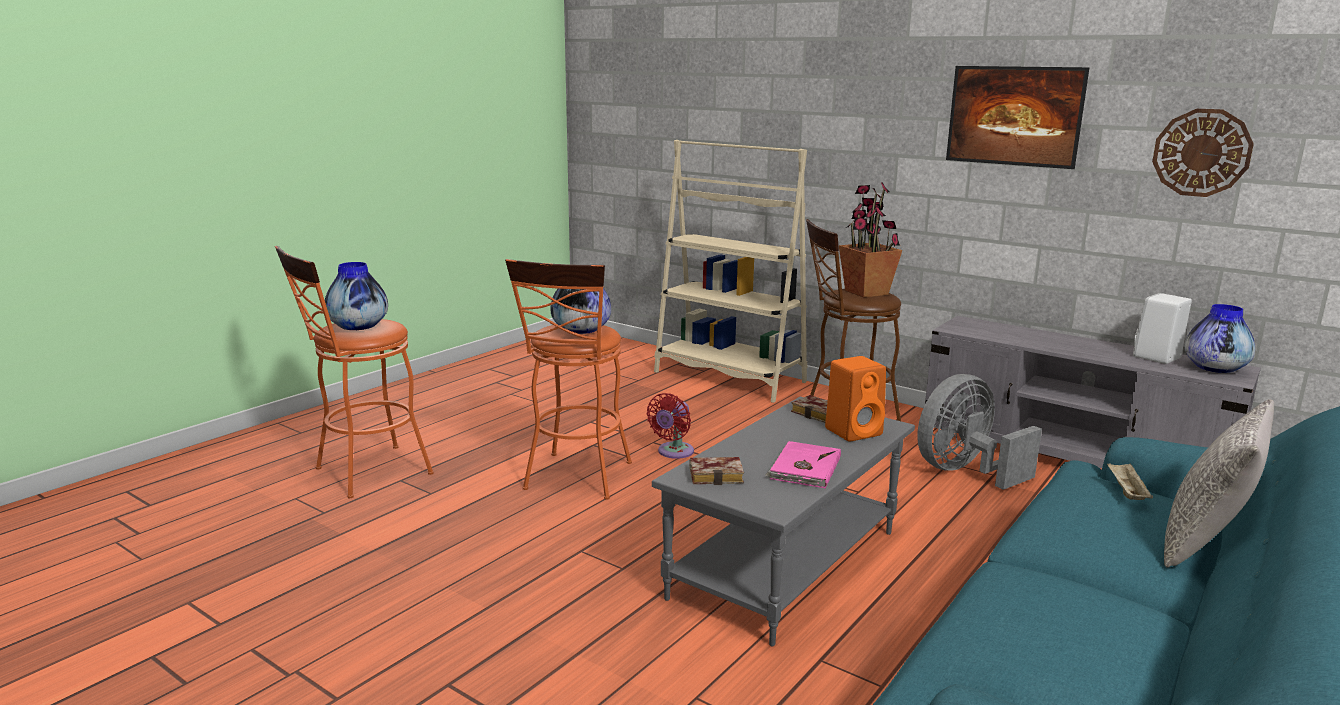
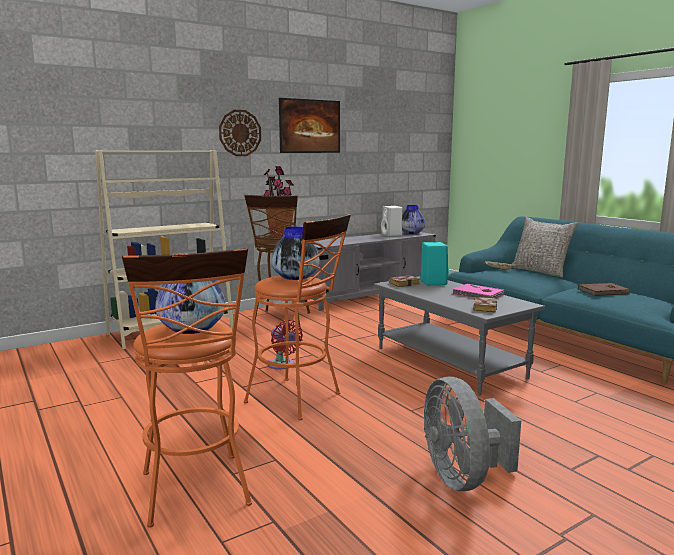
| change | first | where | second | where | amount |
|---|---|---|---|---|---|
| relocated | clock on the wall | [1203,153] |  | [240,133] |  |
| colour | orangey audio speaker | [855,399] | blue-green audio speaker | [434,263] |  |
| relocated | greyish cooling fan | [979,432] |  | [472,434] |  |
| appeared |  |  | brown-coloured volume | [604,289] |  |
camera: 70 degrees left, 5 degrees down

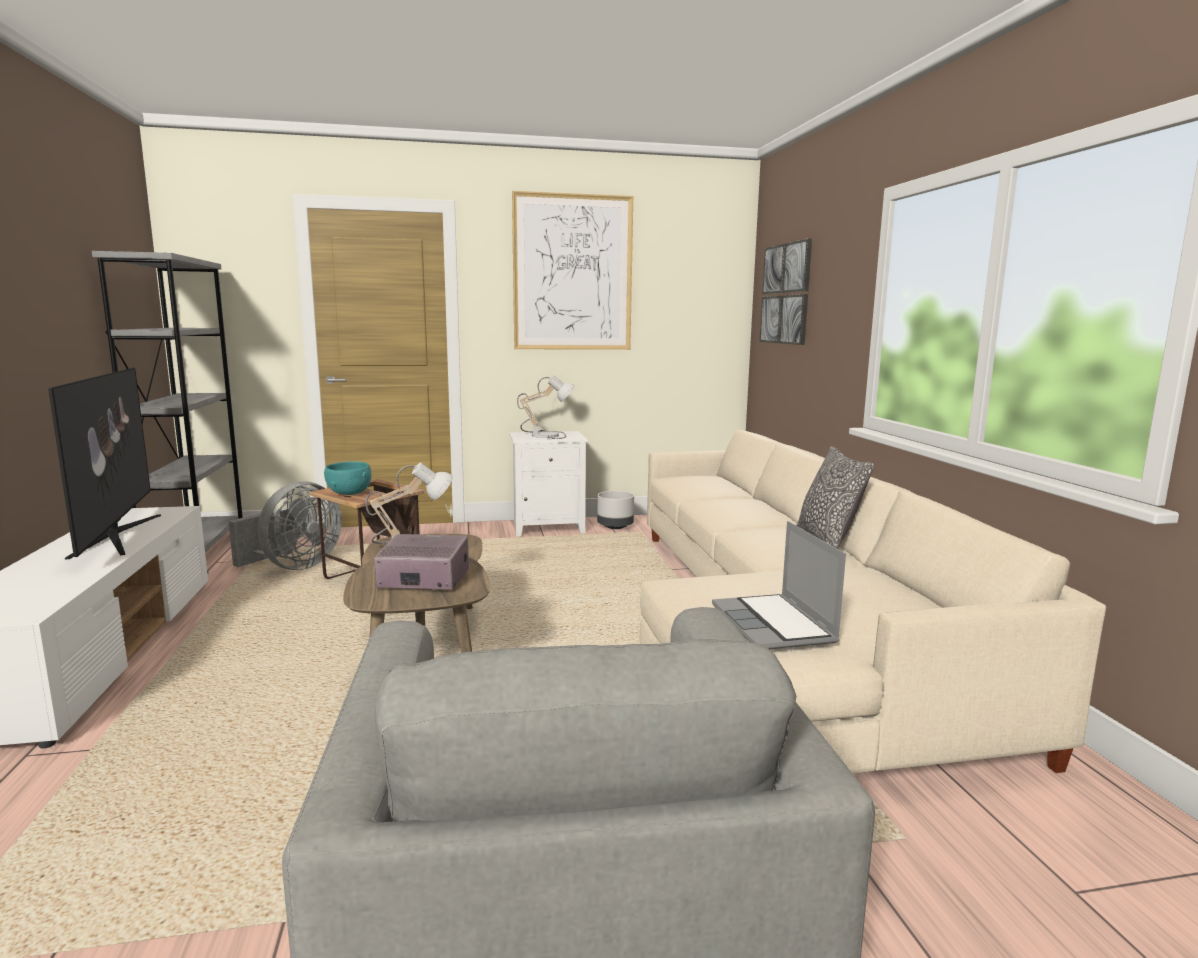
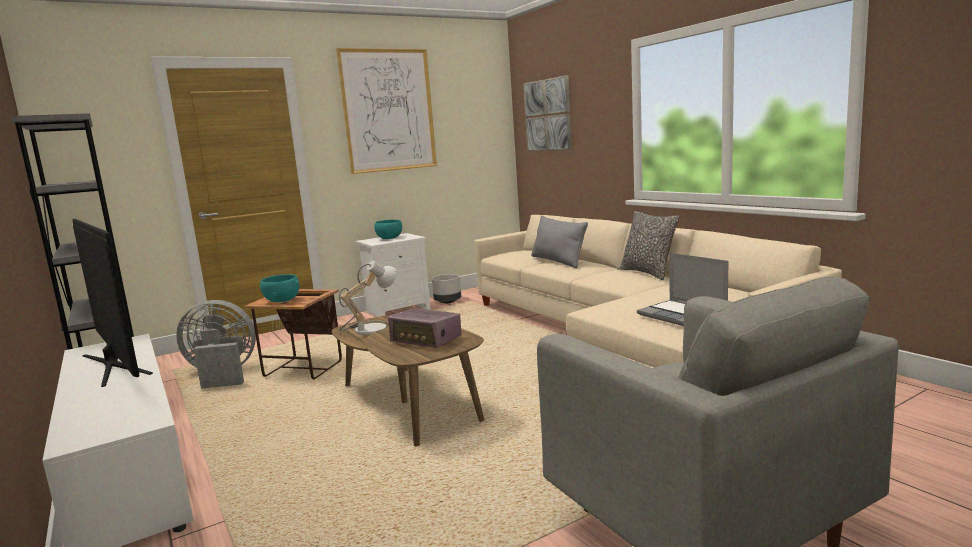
| change | first | where | second | where | amount |
|---|---|---|---|---|---|
| exchanged | lamp for a table | [546,407] | blue-green deep dish | [388,229] |  |
| spun | greyish cooling fan | [285,525] |  | [216,344] | 105 degrees counterclockwise |
| spun | radio set | [421,562] |  | [425,328] | 135 degrees counterclockwise |
| appeared |  |  | greyish pillow | [559,241] |  |
camera: 20 degrees left, 0 degrees up

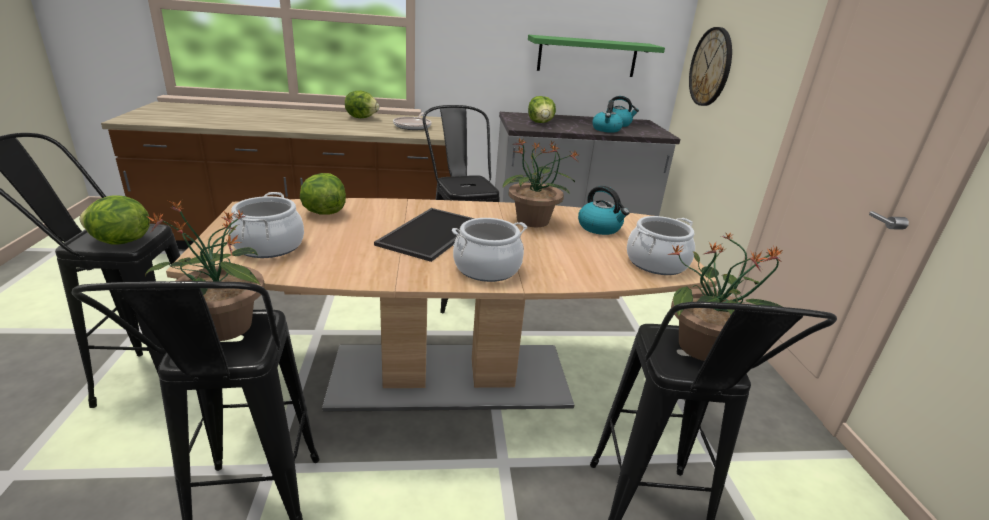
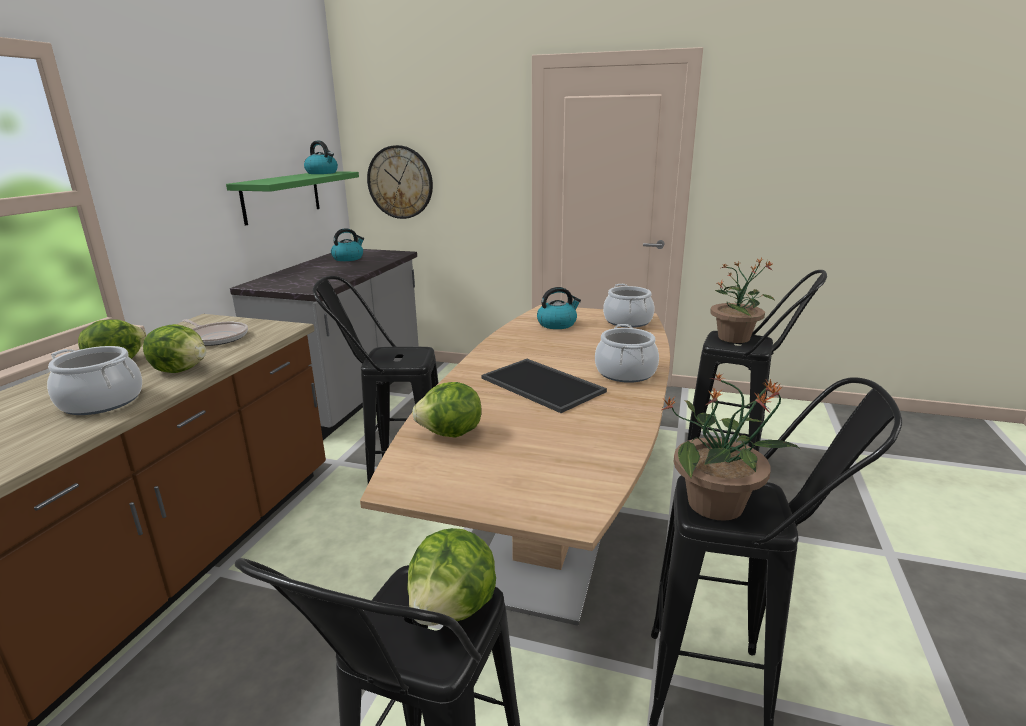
| change | first | where | second | where | amount |
|---|---|---|---|---|---|
| relocated | lettuce | [542,109] |  | [174,348] |  |
| relocated | tea kettle | [607,116] |  | [321,157] |  |
| missing | houseplant | [541,182] |  |  |  |
| relocated | stockpot | [266,225] |  | [94,380] |  |
camera: 65 degrees left, 5 degrees down

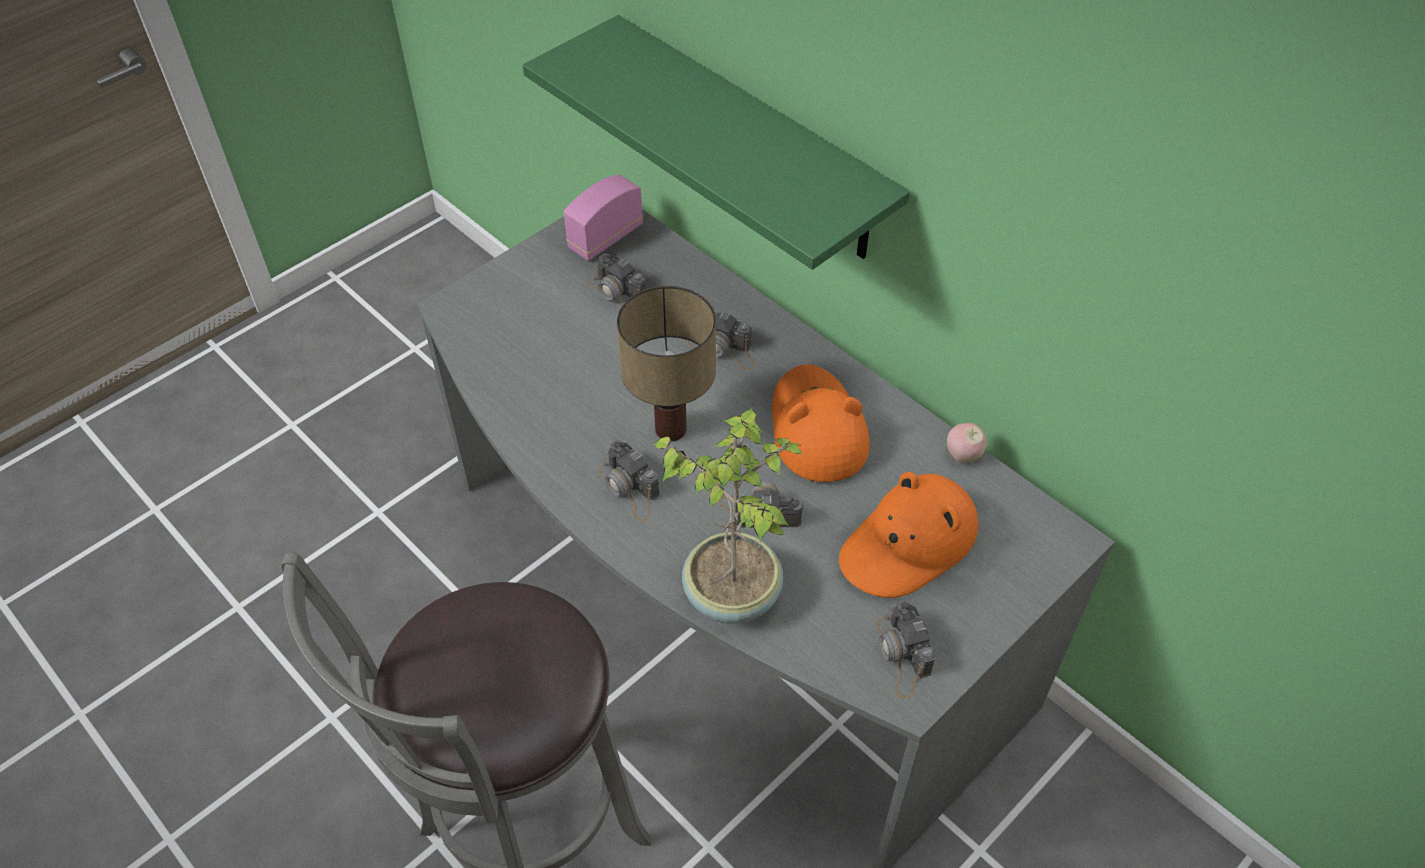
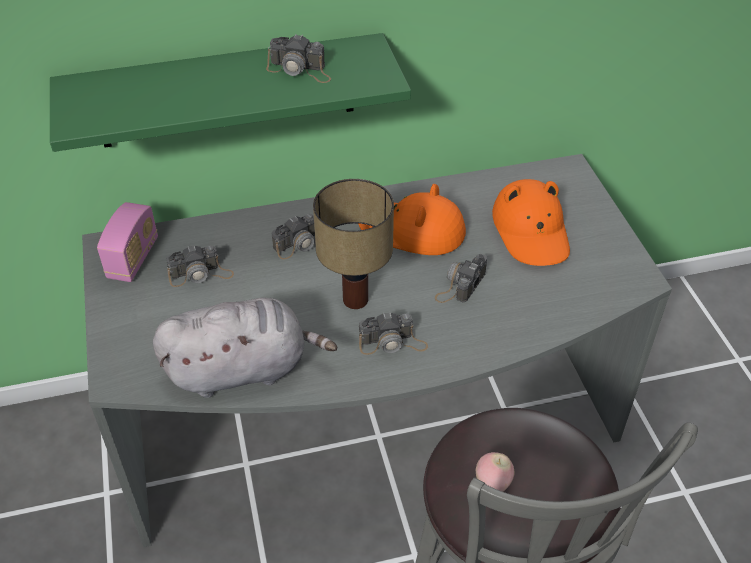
| change | first | where | second | where | amount |
|---|---|---|---|---|---|
| spun | radio set | [603,217] |  | [127,242] | 150 degrees counterclockwise |
| missing | houseplant | [729,516] |  |  |  |
| relocated | whole apple | [967,442] |  | [495,472] |  |
| relocated | photo camera | [905,649] |  | [298,59] |  |
| appeared |  |  | greyish plush toy | [245,348] |  |
camera: 60 degrees left, 5 degrees down

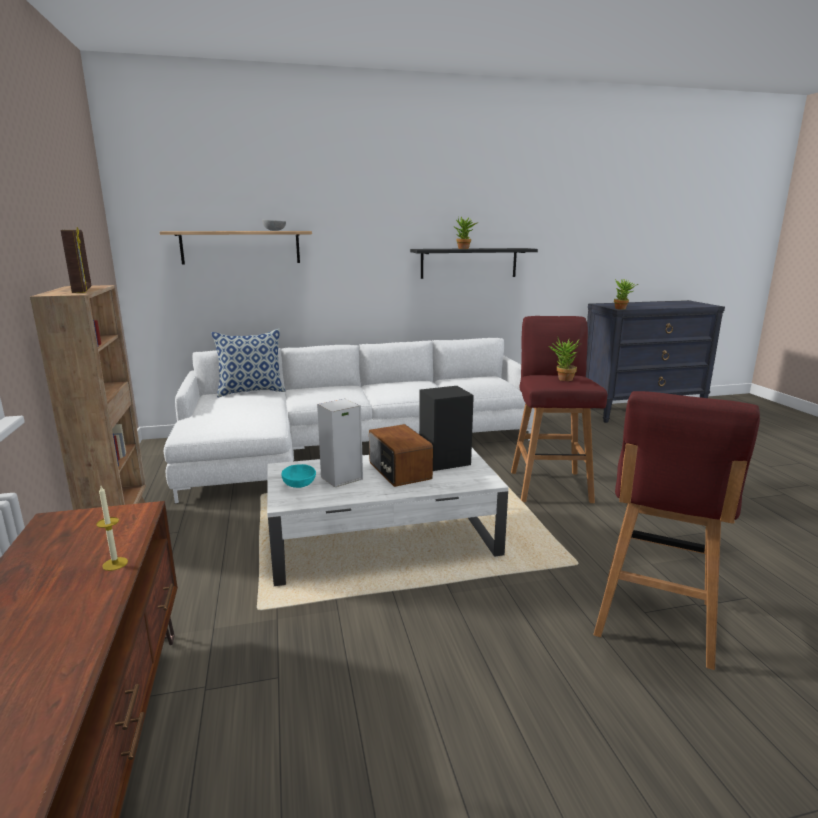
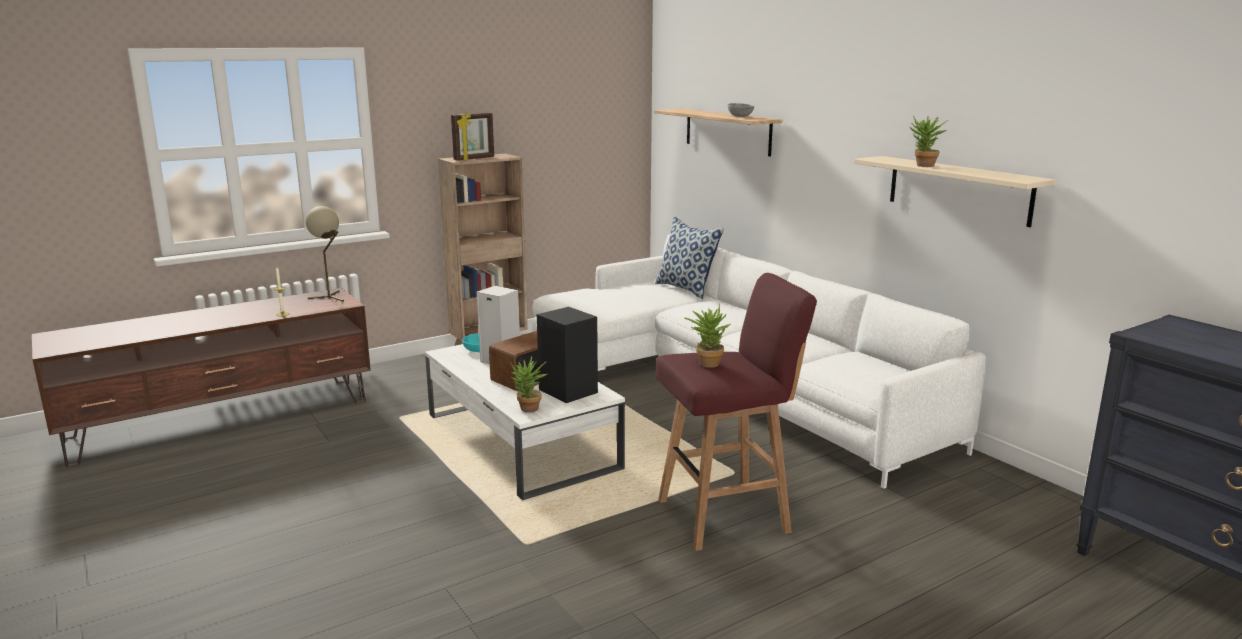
| change | first | where | second | where | amount |
|---|---|---|---|---|---|
| colour | black wall shelf | [474,263] | beige wall shelf | [955,191] |  |
| relocated | houseplant | [626,294] |  | [528,385] |  |
| missing | red-coloured sitting stool | [677,530] |  |  |  |
| appeared |  |  | beige lamp for a table | [324,254] |  |
camera: 70 degrees right, 0 degrees up

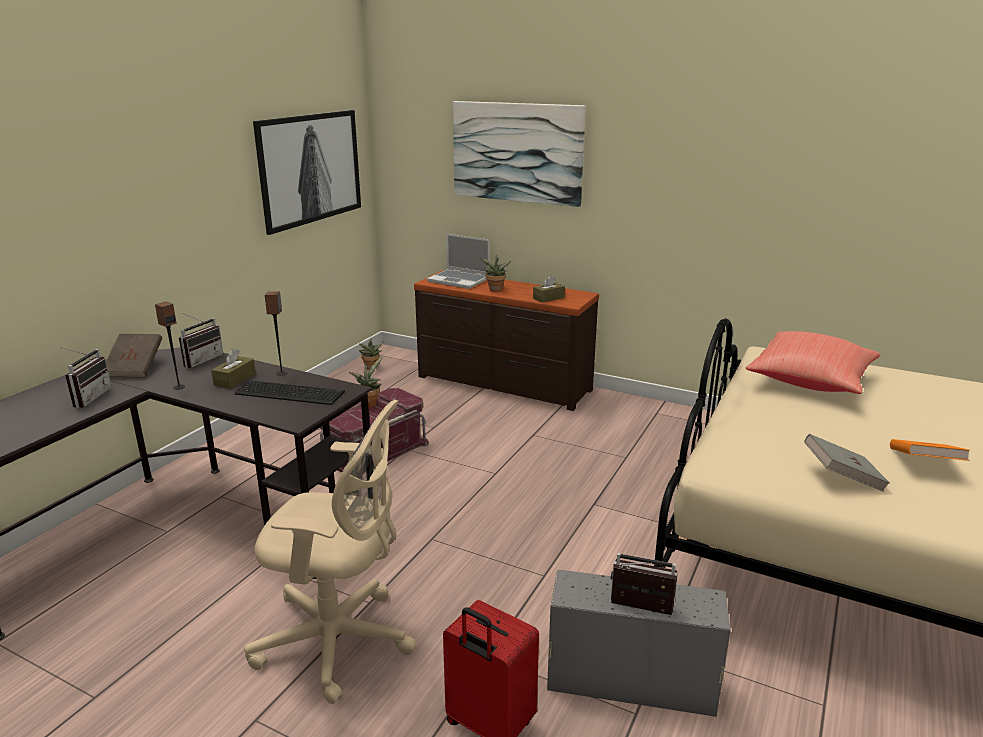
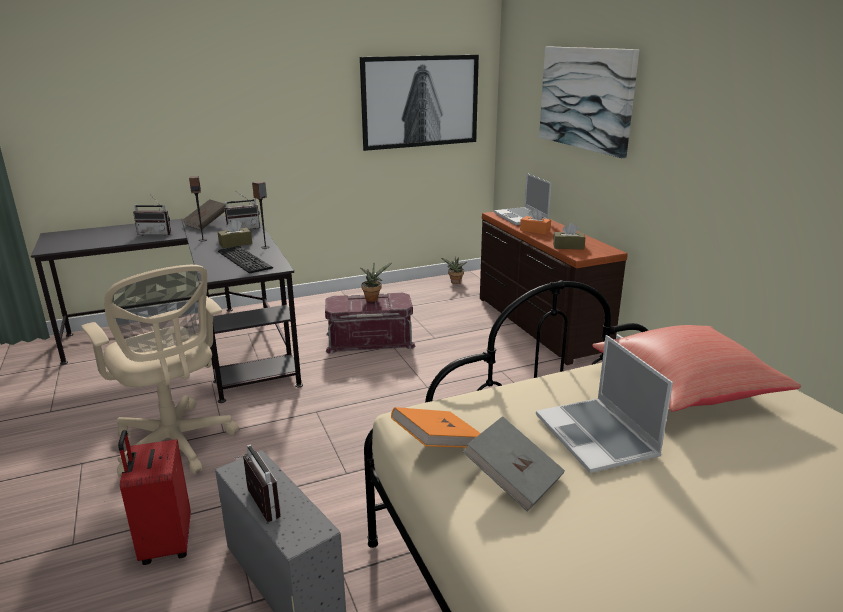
| change | first | where | second | where | amount |
|---|---|---|---|---|---|
| exchanged | houseplant | [495,273] | orangey tissue box | [535,221] |  |
| spun | radio set | [86,377] |  | [152,215] | 45 degrees clockwise |
| relocated | orangey volume | [930,450] |  | [436,427] |  |
| appeared |  |  | laptop | [604,404] |  |
camera: 40 degrees right, 0 degrees up

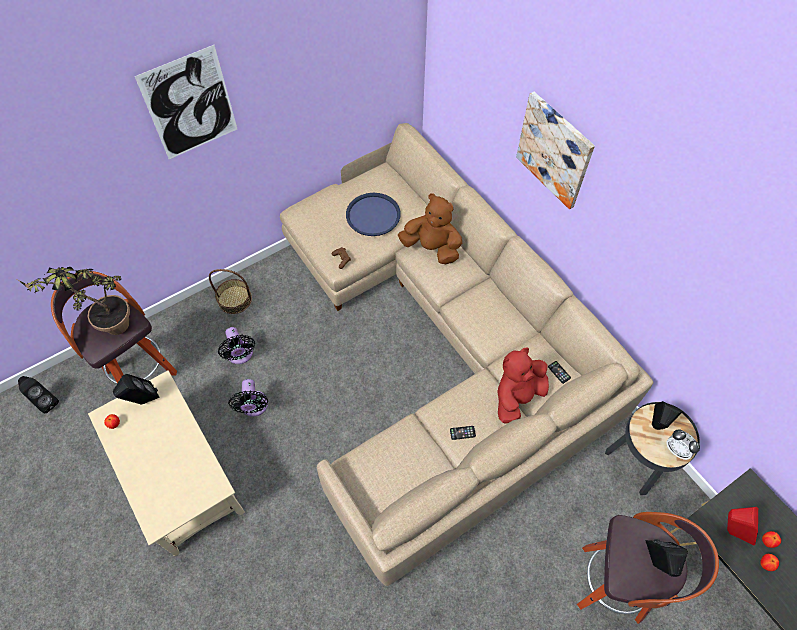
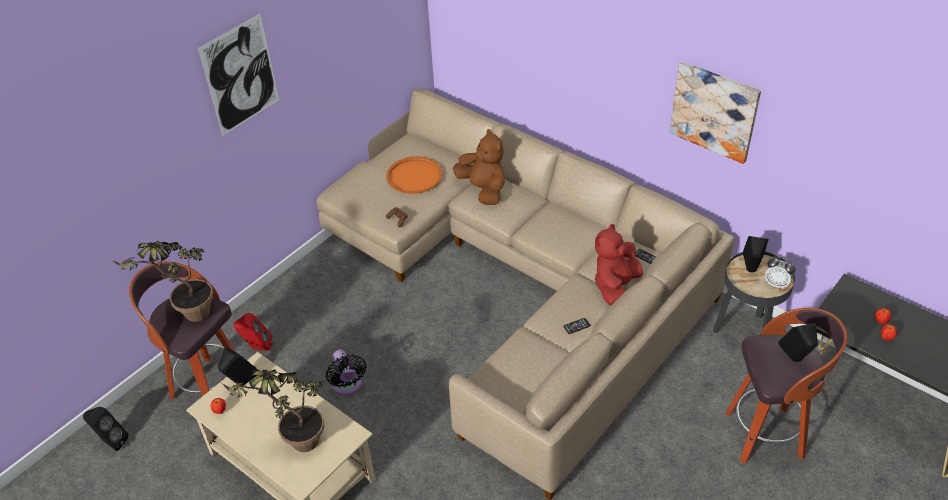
| change | first | where | second | where | amount |
|---|---|---|---|---|---|
| relocated | wall picture | [555,151] |  | [715,112] |  |
| colour | blue-coloured serving tray | [373,214] | orangey serving tray | [414,175] |  |
| spun | brown-coloured plush toy | [430,228] |  | [479,167] | 45 degrees clockwise |
| missing | basket | [230,291] |  |  |  |
| missing | black cooling fan | [236,345] |  |  |  |
| relocated | red-coloured audio speaker | [742,526] |  | [253,332] |  |
| appeared |  |  | houseplant | [271,411] |  |
camera: 15 degrees left, 15 degrees down

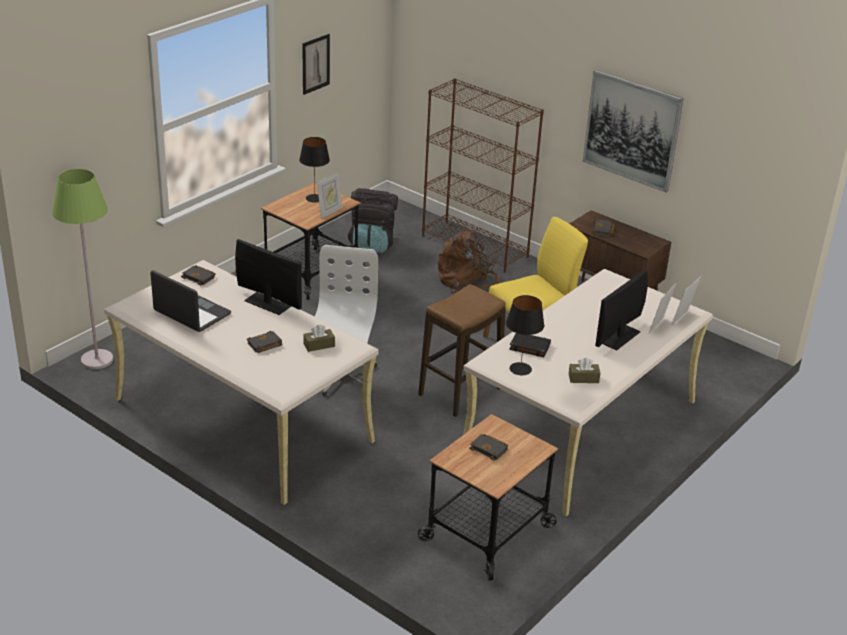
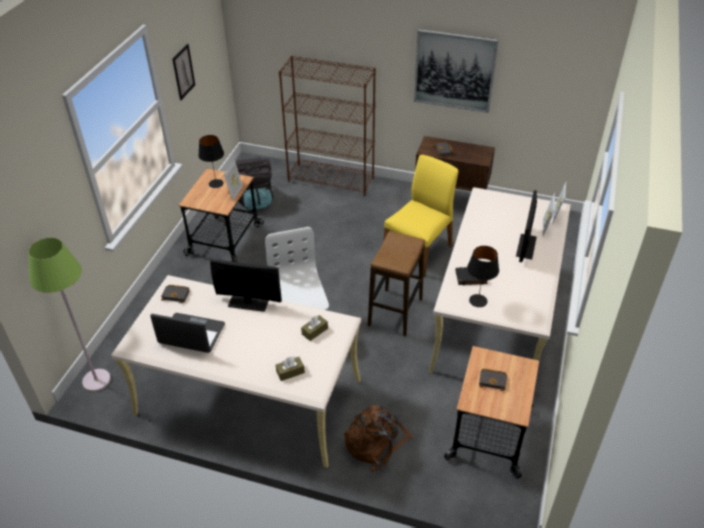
| change | first | where | second | where | amount |
|---|---|---|---|---|---|
| relocated | brown-coloured knapsack | [469,261] |  | [378,438] |  |
| missing | black volume | [265,342] |  |  |  |
| relocated | brown-coloured tissue box | [584,370] |  | [290,368] |  |
camera: 20 degrees left, 10 degrees up

